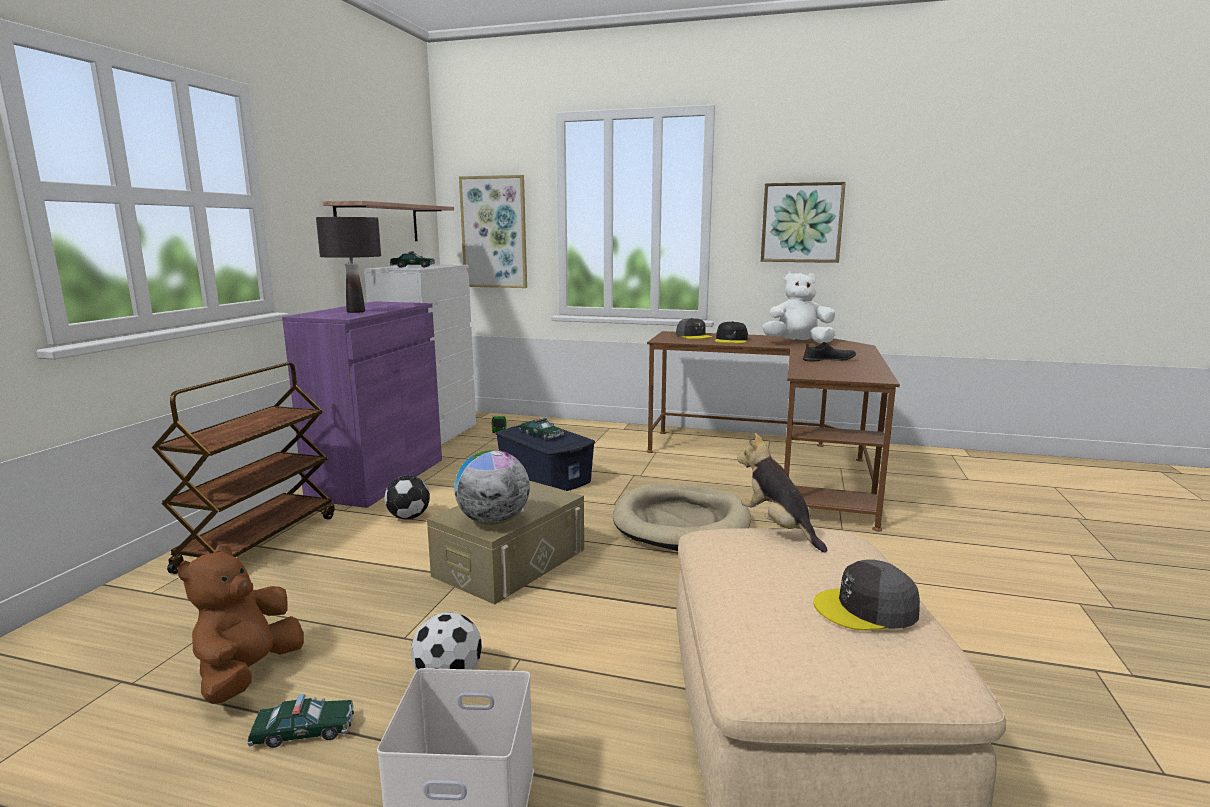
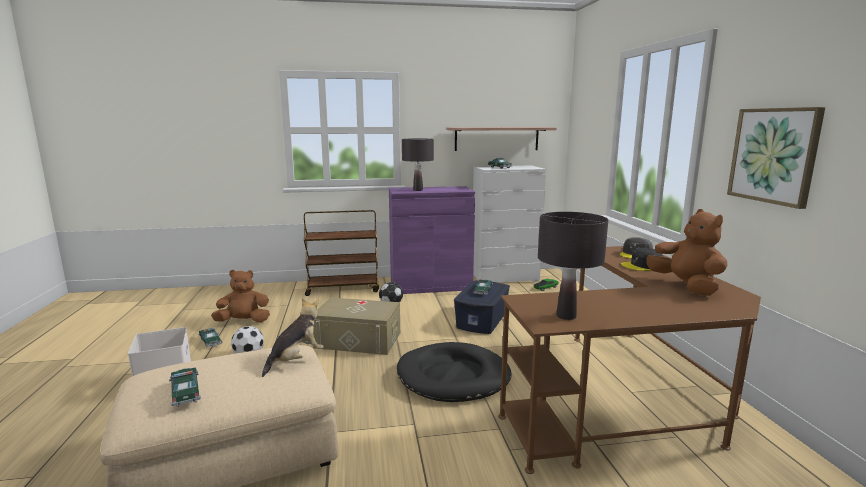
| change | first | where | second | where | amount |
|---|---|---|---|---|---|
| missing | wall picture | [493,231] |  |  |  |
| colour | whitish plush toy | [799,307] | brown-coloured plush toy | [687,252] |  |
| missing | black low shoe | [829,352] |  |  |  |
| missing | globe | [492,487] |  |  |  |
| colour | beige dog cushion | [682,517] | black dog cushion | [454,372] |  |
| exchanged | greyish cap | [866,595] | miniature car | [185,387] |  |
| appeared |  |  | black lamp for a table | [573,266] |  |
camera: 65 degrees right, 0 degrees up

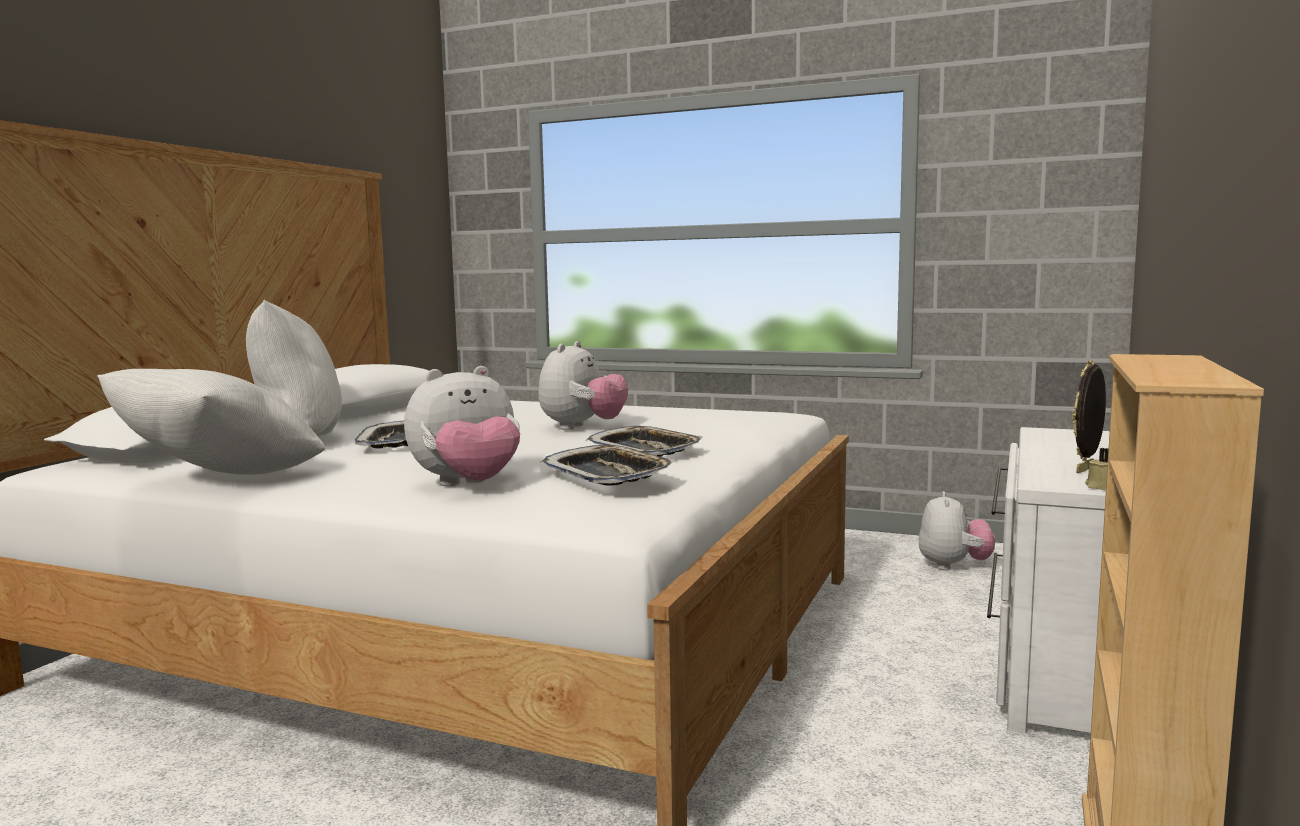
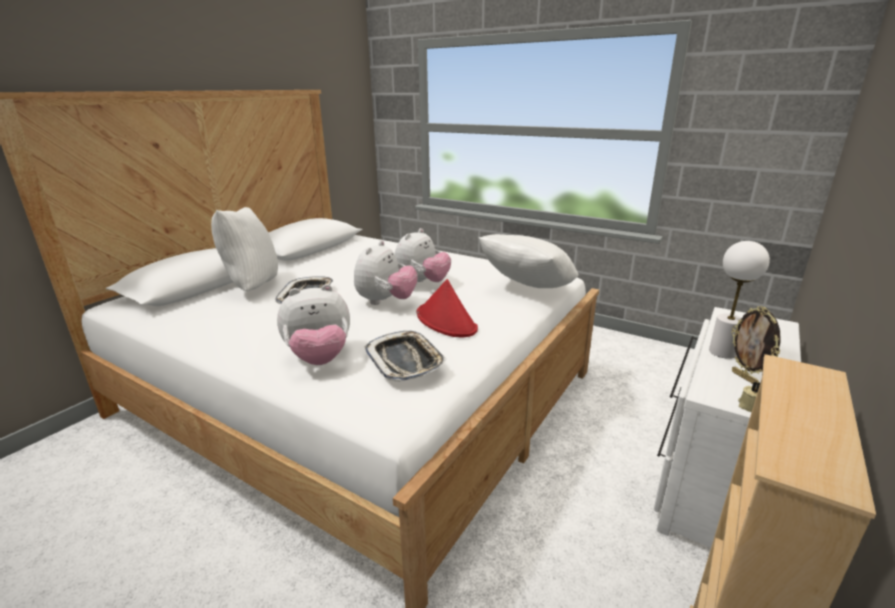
| change | first | where | second | where | amount |
|---|---|---|---|---|---|
| spun | standing frame | [1089,416] |  | [756,345] | 75 degrees counterclockwise |
| relocated | whitish pillow | [211,422] |  | [529,261] |  |
| exchanged | serving tray | [644,441] | red-coloured wearable hat | [447,308] |  |
| relocated | plush toy | [957,530] |  | [386,273] |  |
| appeared |  |  | whitish lamp for a table | [739,300] |  |
camera: 10 degrees right, 15 degrees up

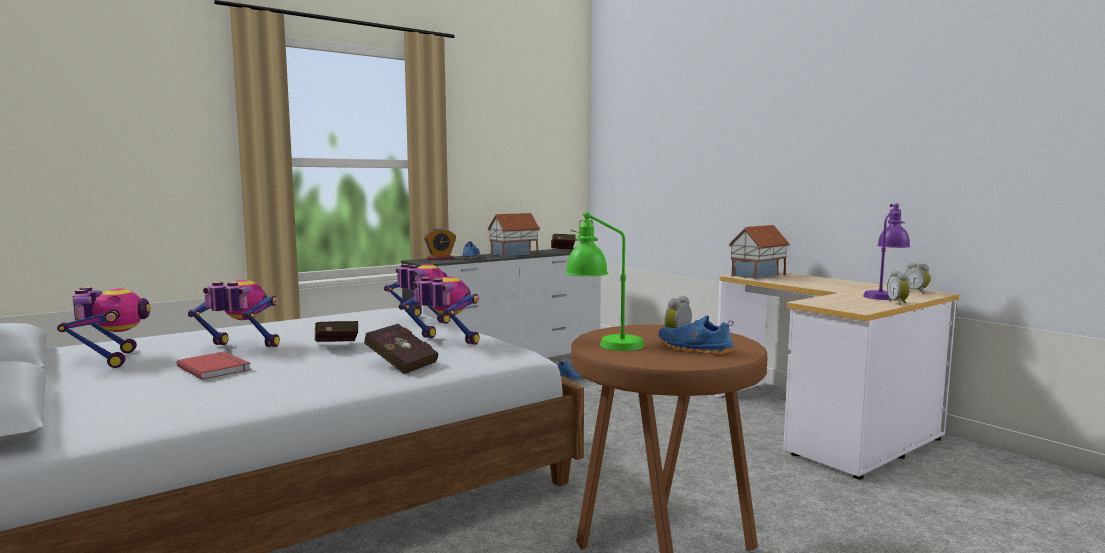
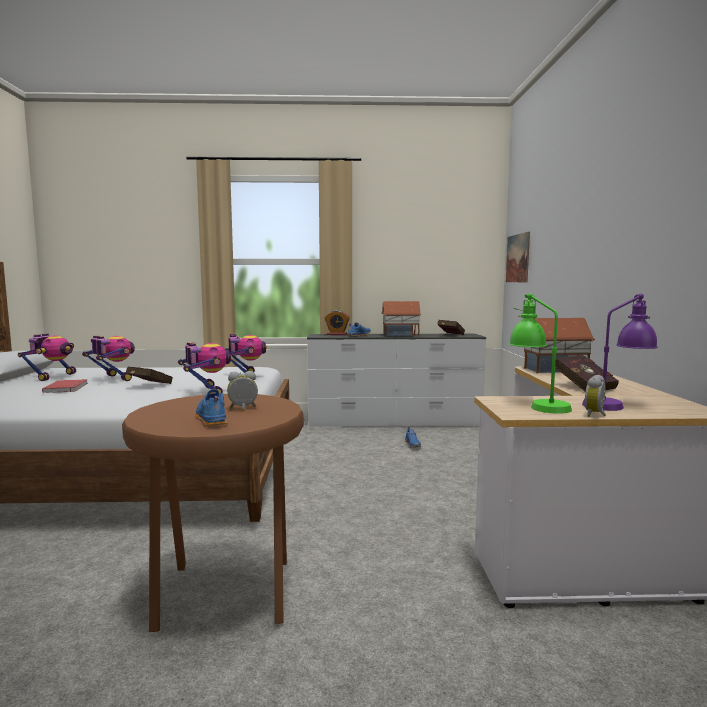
| change | first | where | second | where | amount |
|---|---|---|---|---|---|
| relocated | green-coloured lamp for a table | [605,281] |  | [540,353] |  |
| missing | bedside clock | [917,277] |  |  |  |
| relocated | red-coloured volume | [401,349] |  | [587,373] |  |
| appeared |  |  | wall picture | [518,257] |  |
camera: 35 degrees right, 0 degrees up

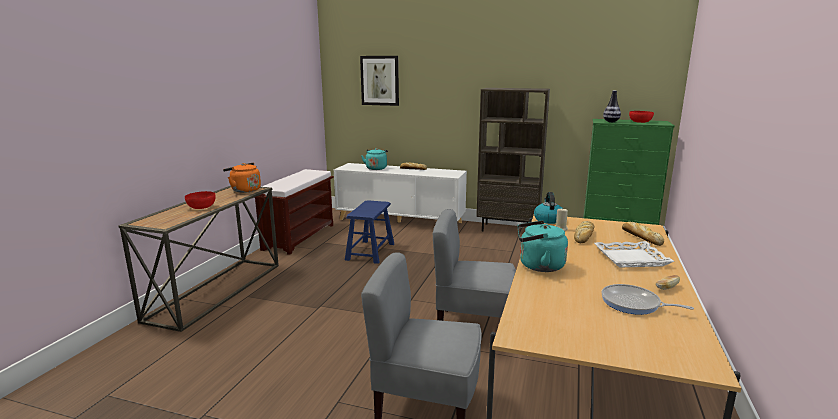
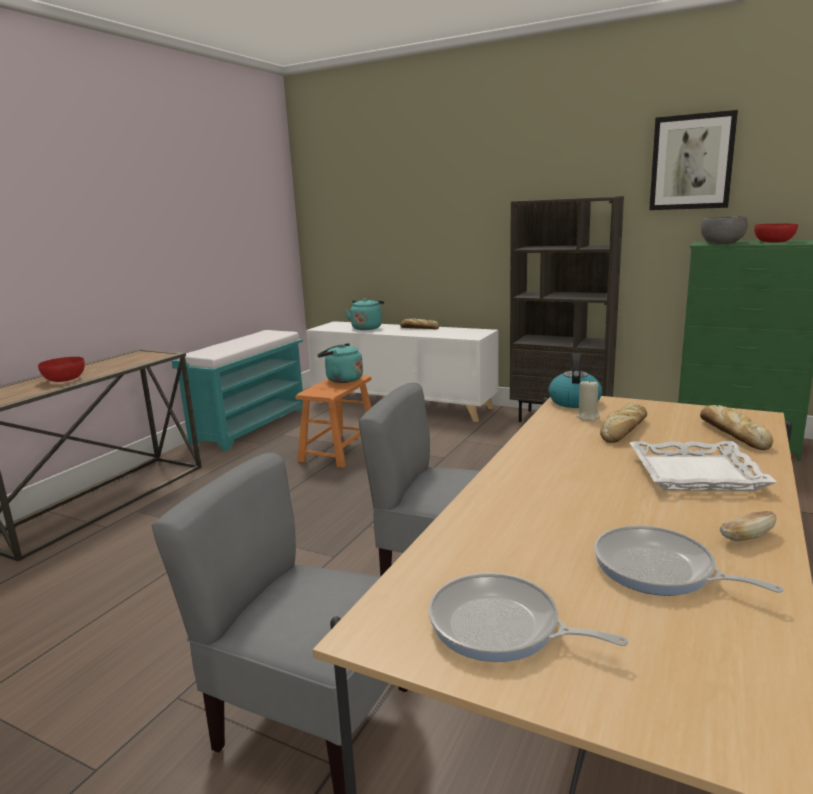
| change | first | where | second | where | amount |
|---|---|---|---|---|---|
| relocated | wall picture | [379,81] |  | [693,160] |  |
| exchanged | flower vase | [612,106] | greyish deep dish | [724,230] |  |
| missing | orangey tea kettle | [242,178] |  |  |  |
| colour | brown-coloured indoor bench | [294,212] | blue-green indoor bench | [237,390] |  |
| colour | blue-coloured sitting stool | [369,232] | orangey sitting stool | [333,421] |  |
| relocated | blue-green tea kettle | [543,246] |  | [340,363] |  |
| appeared |  |  | frying pan | [528,617] |  |
camera: 10 degrees right, 0 degrees up

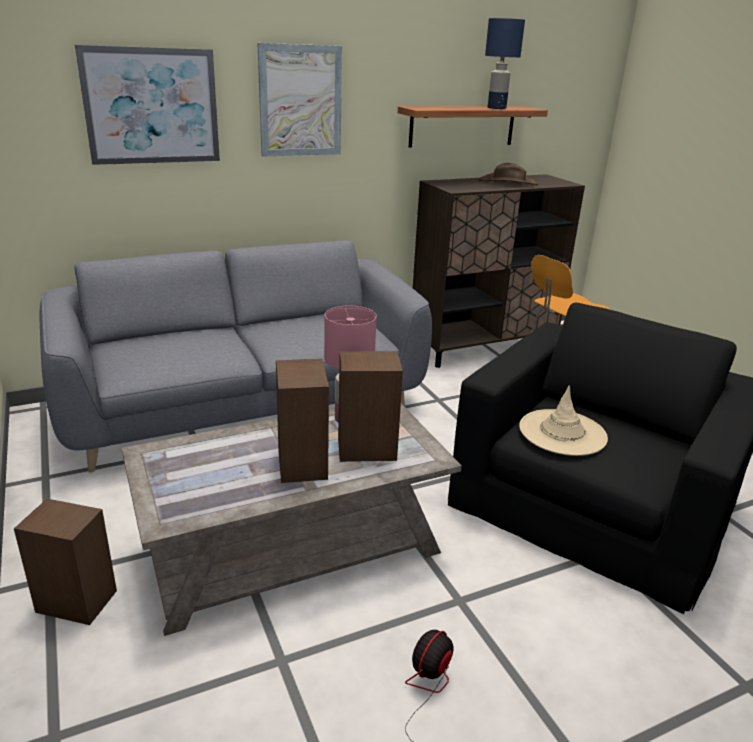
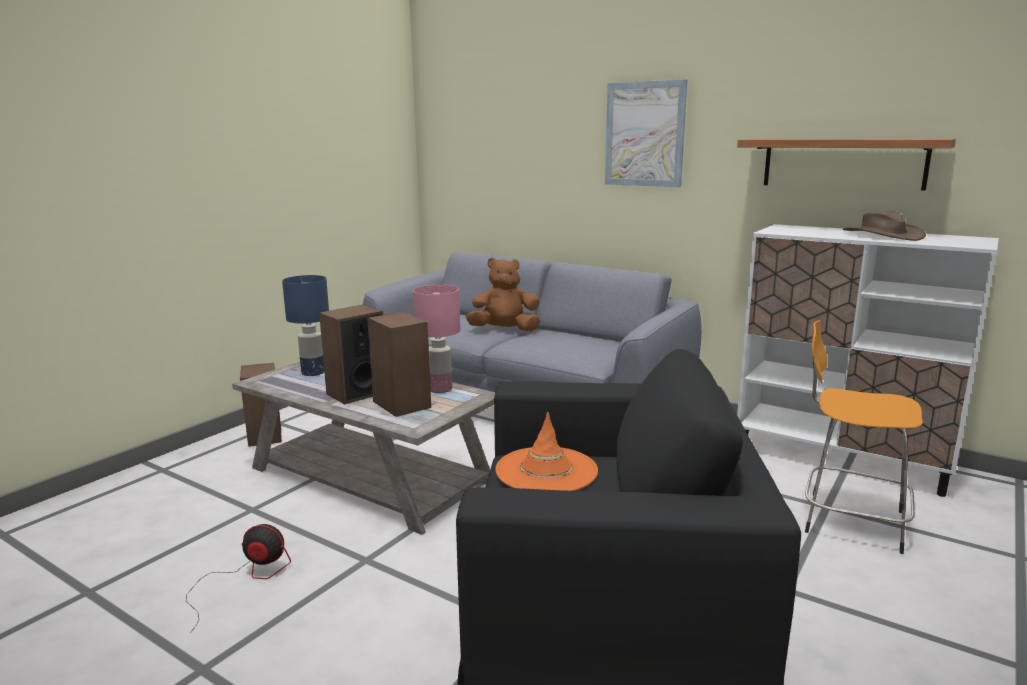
| change | first | where | second | where | amount |
|---|---|---|---|---|---|
| relocated | blue-coloured lamp for a table | [505,63] |  | [305,325] |  |
| missing | wall picture | [147,105] |  |  |  |
| colour | brown-coloured storage cabinet | [499,271] | whitish storage cabinet | [868,360] |  |
| colour | beige wearable hat | [563,421] | orangey wearable hat | [546,451] |  |
| appeared |  |  | brown-coloured plush toy | [503,294] |  |
camera: 60 degrees right, 10 degrees down

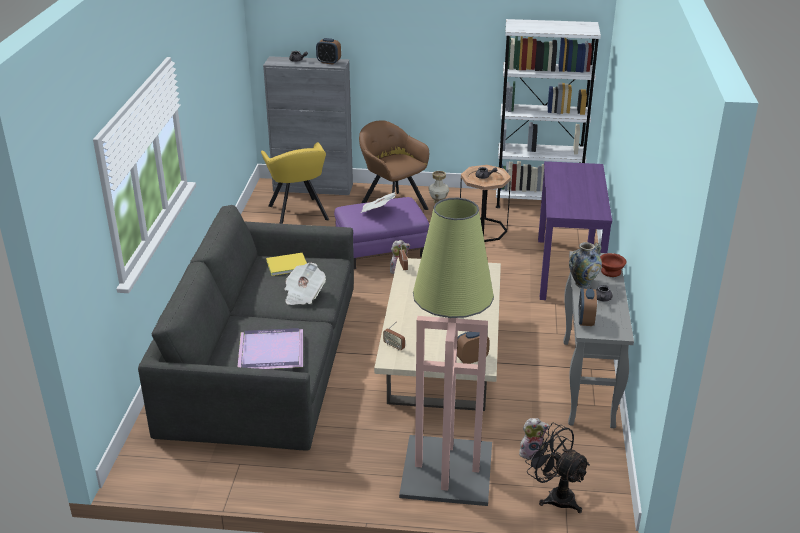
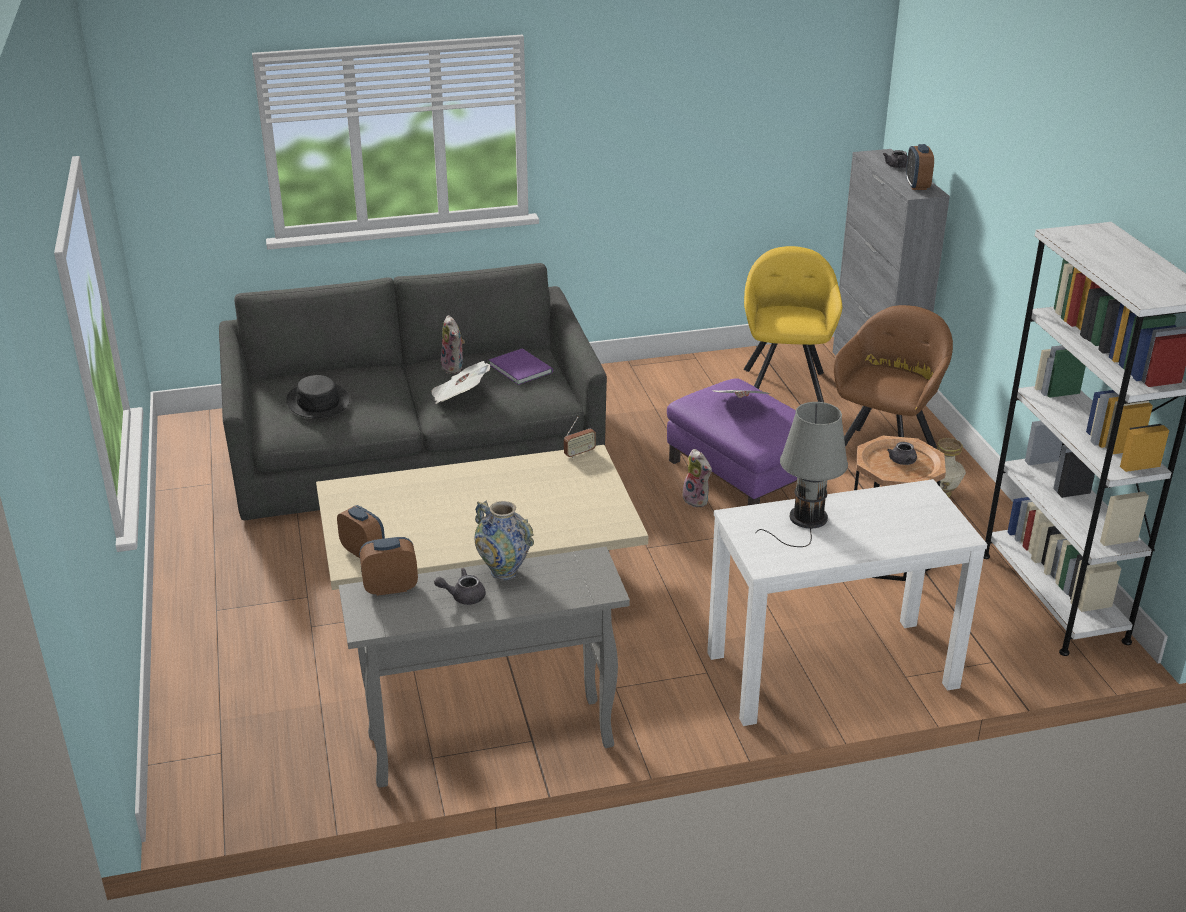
| change | first | where | second | where | amount |
|---|---|---|---|---|---|
| spun | yellow-coloured armchair | [295,183] |  | [793,324] | 135 degrees clockwise |
| colour | purplish console table | [575,230] | whitish console table | [847,602] |  |
| missing | standing lamp | [446,352] |  |  |  |
| colour | yellow-coloured volume | [286,264] | purplish volume | [521,366] |  |
| missing | brown-coloured deep dish | [613,265] |  |  |  |
| missing | radio set | [394,336] |  |  |  |
| exchanged | purplish serving tray | [270,348] | black wearable hat | [318,396] |  |
| relocated | plush toy | [534,439] |  | [453,344] |  |
| missing | black cooling fan | [557,467] |  |  |  |
| appeared |  |  | greyish lamp for a table | [801,474] |  |
camera: 70 degrees right, 0 degrees up

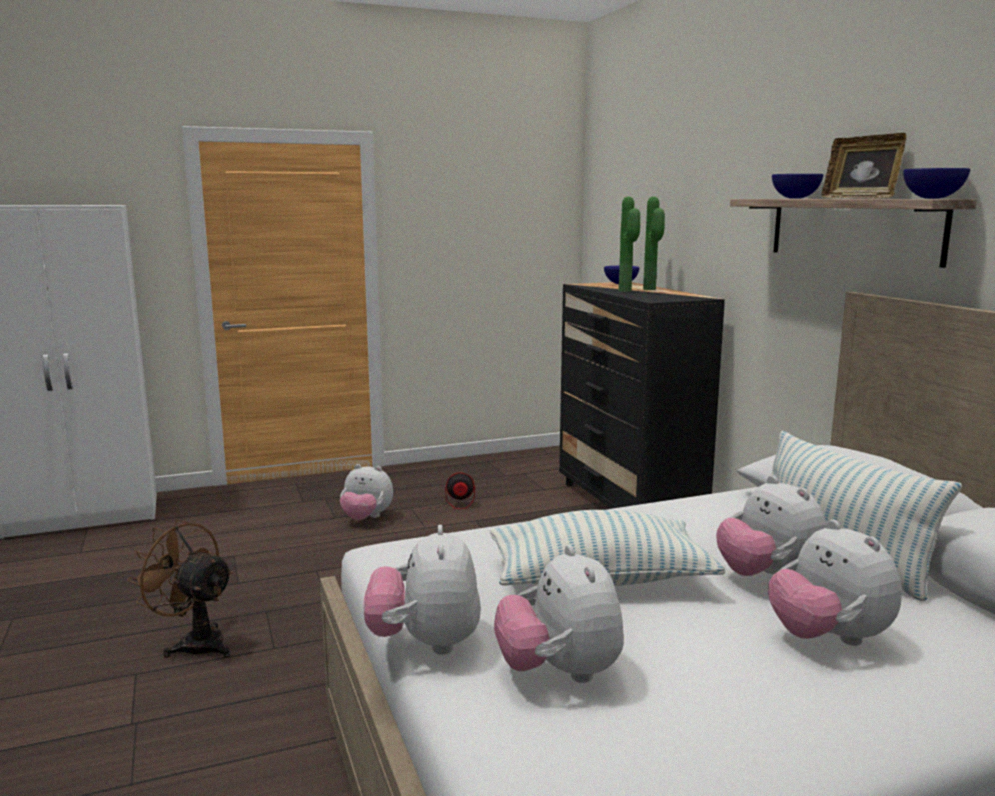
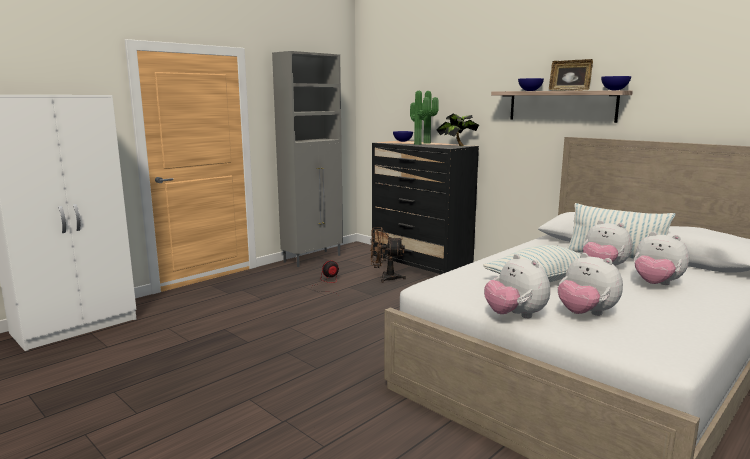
| change | first | where | second | where | amount |
|---|---|---|---|---|---|
| missing | plush toy | [366,492] |  |  |  |
| relocated | brown-coloured cooling fan | [180,589] |  | [388,255] |  |
| appeared |  |  | greyish storage cabinet | [307,159] |  |
| appeared |  |  | houseplant | [458,130] |  |
camera: 25 degrees left, 0 degrees up

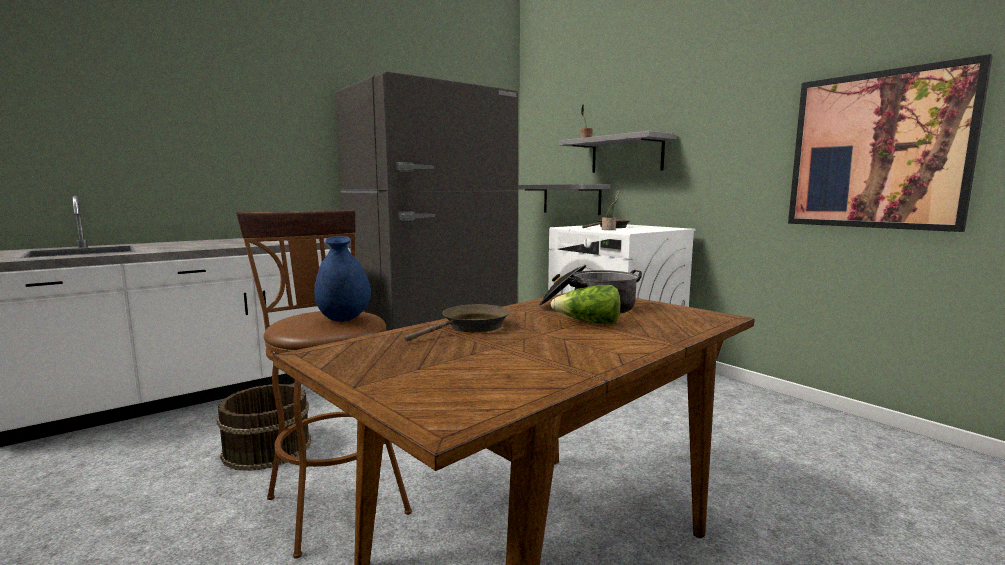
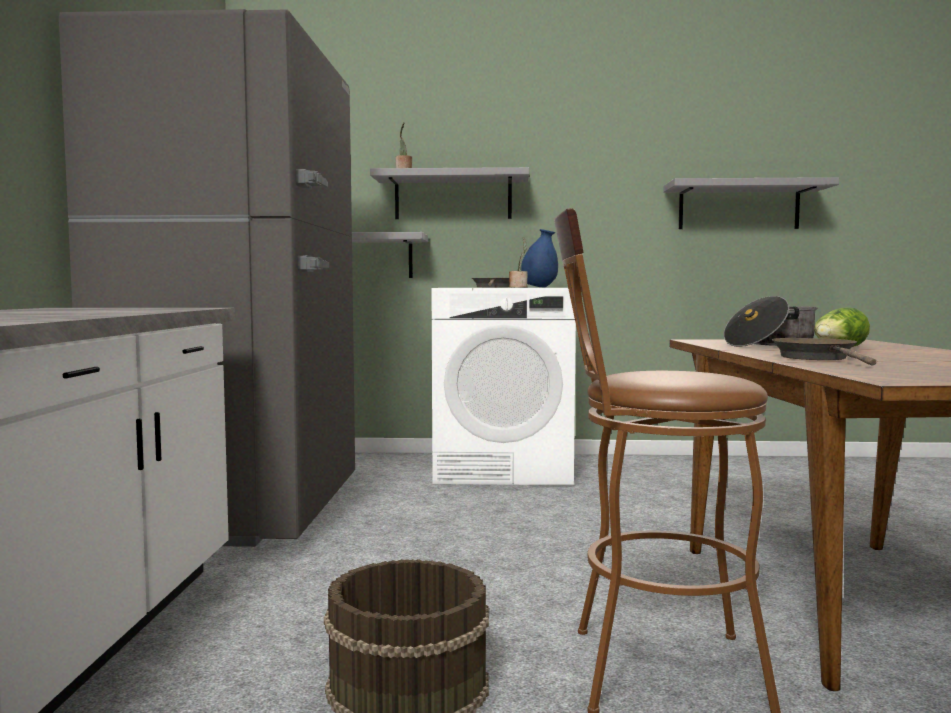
| change | first | where | second | where | amount |
|---|---|---|---|---|---|
| exchanged | wall picture | [890,143] | greyish wall shelf | [751,203] |  |
| relocated | blue-coloured flower vase | [342,279] |  | [539,258] |  |
camera: 50 degrees left, 5 degrees down

